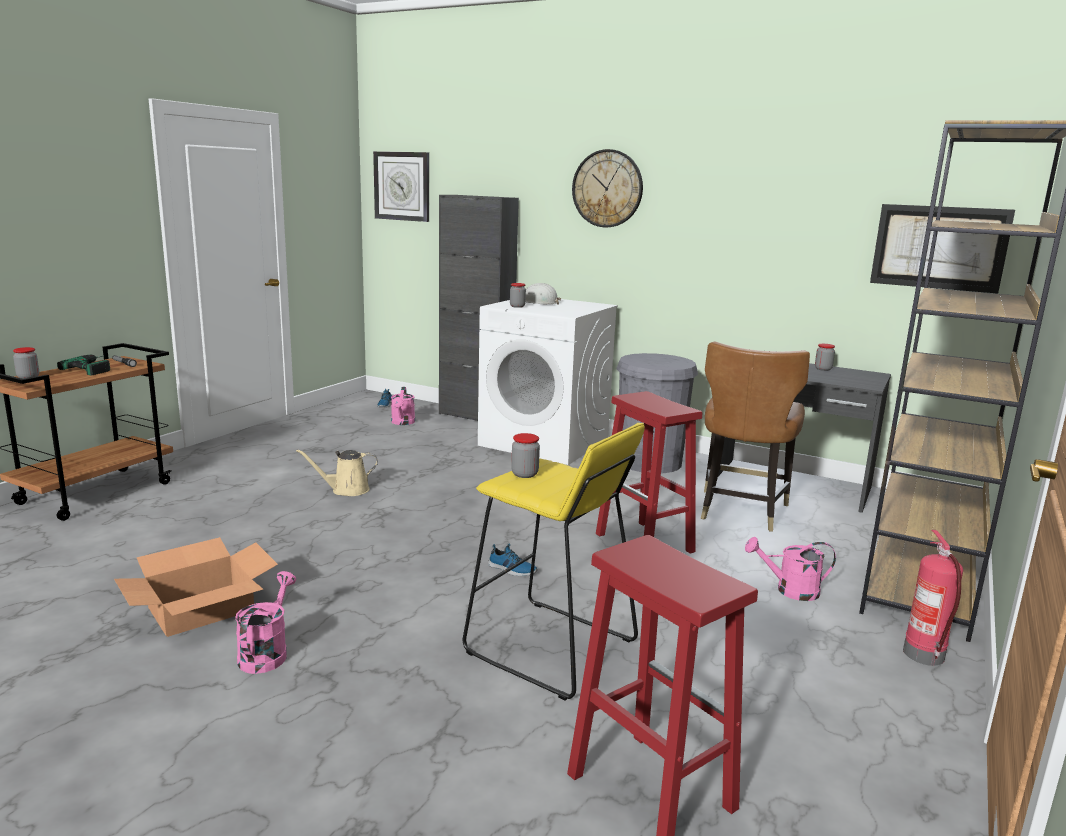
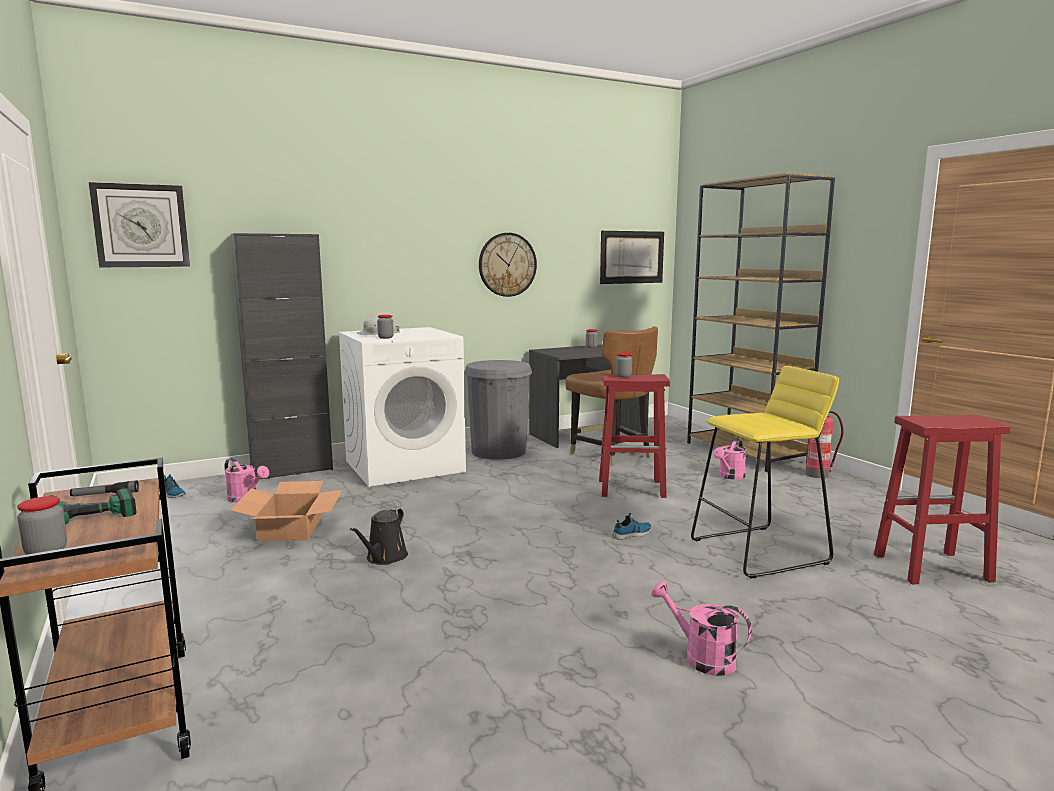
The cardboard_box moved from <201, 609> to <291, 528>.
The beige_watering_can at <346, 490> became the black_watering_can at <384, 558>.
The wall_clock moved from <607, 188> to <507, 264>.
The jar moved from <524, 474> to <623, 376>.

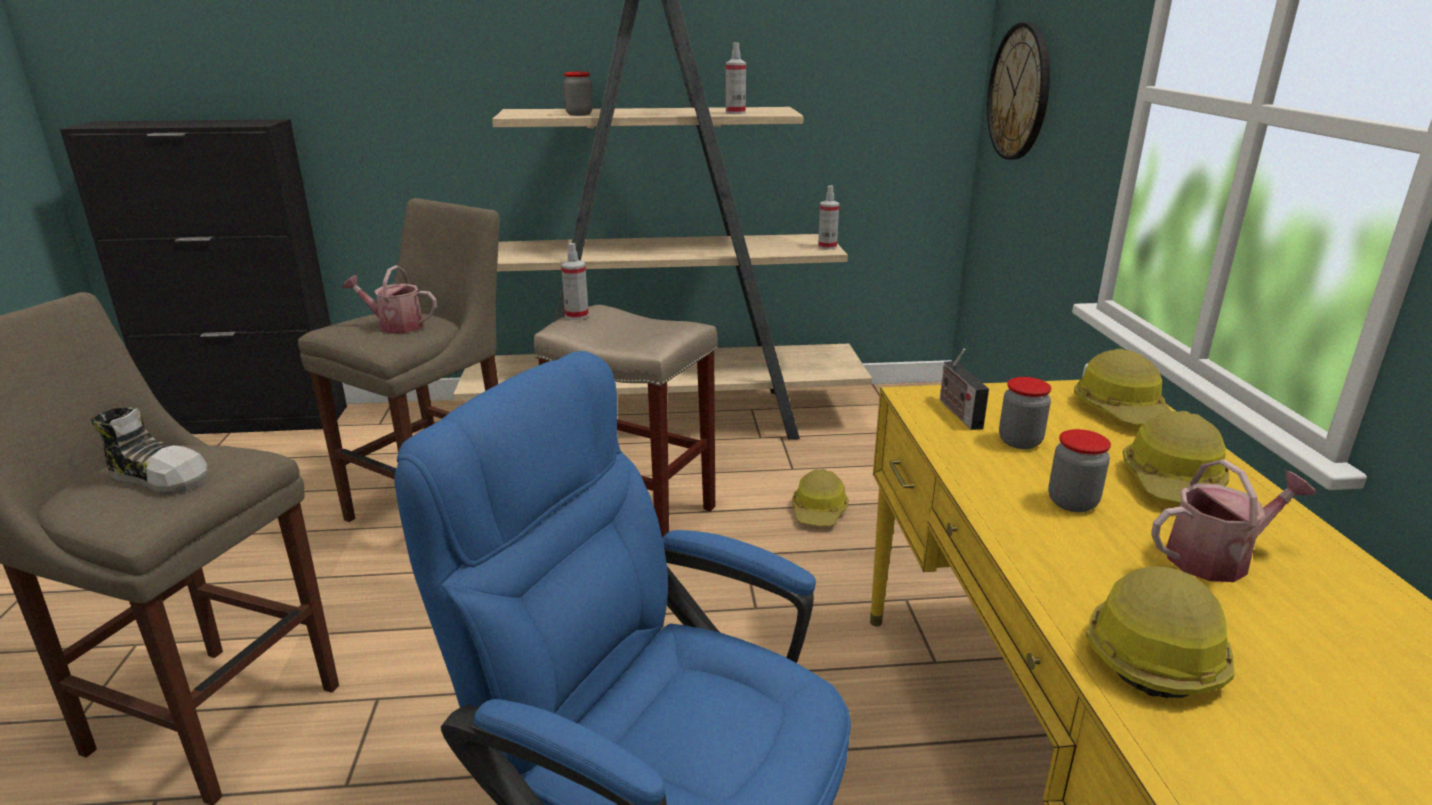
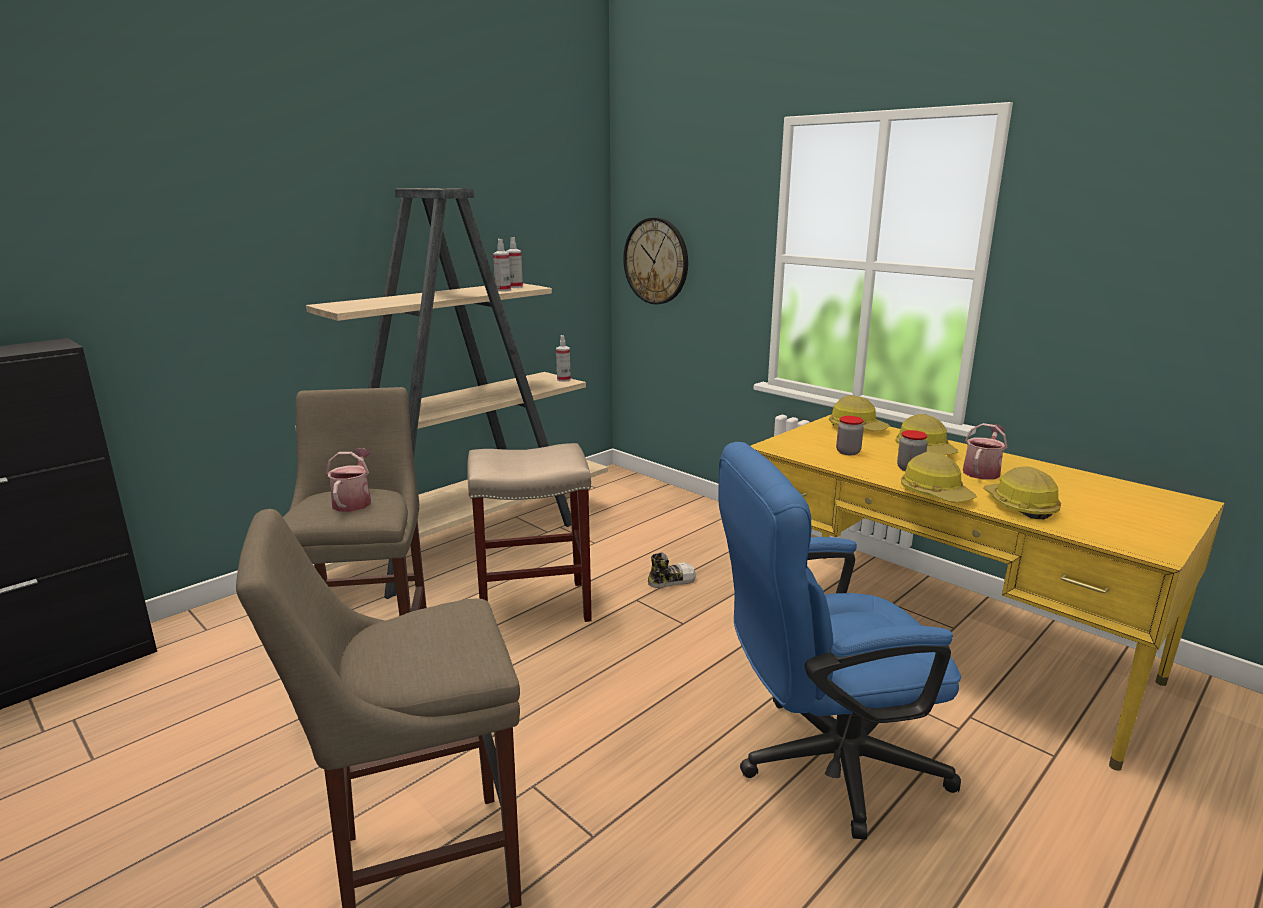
The watering_can at <395, 326> turned 120 degrees clockwise.
The spray_bottle moved from <576, 316> to <515, 287>.
The shoe moved from <160, 477> to <671, 581>.
The hard_hat moved from <819, 511> to <935, 494>.
The jar at <579, 114> disappeared.
The radio at <957, 412> disappeared.

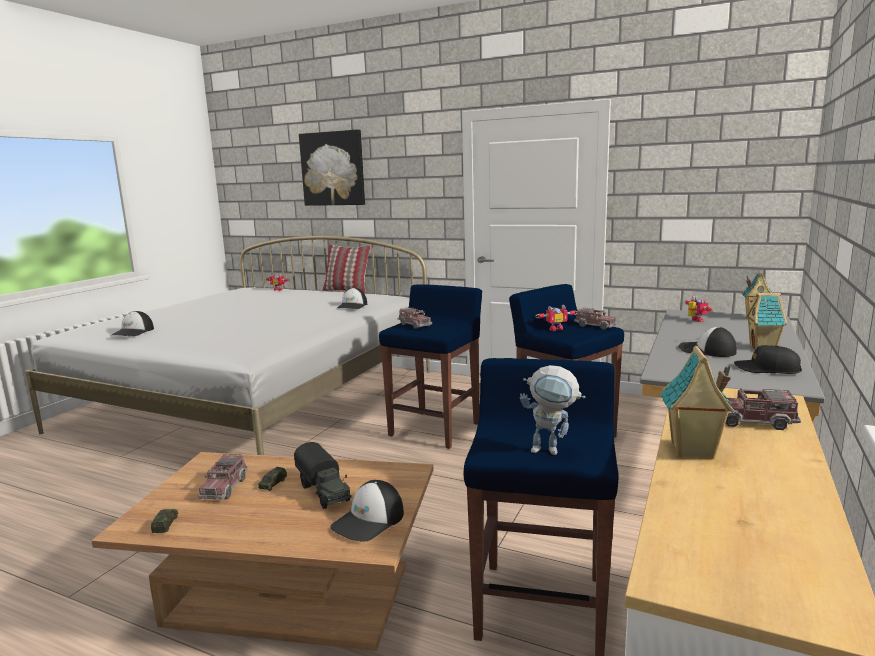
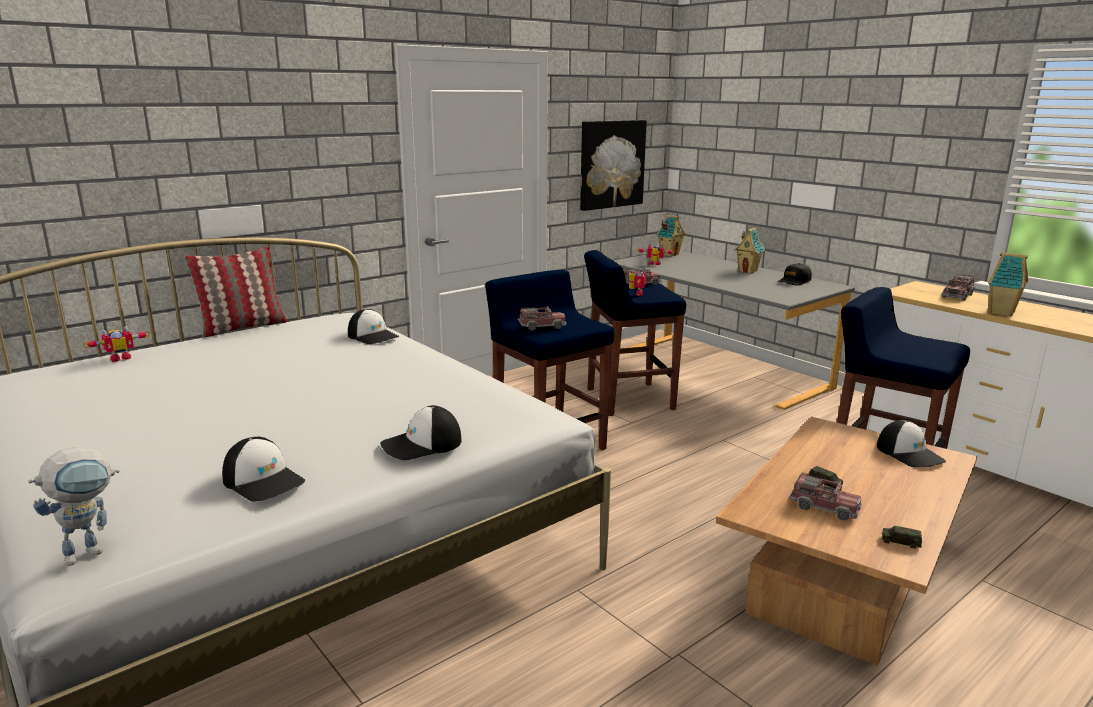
The toy_robot moved from <552, 450> to <92, 551>.
The cap moved from <706, 350> to <421, 445>.
The picture moved from <333, 169> to <611, 164>.
The toy_truck at <324, 491> disappeared.

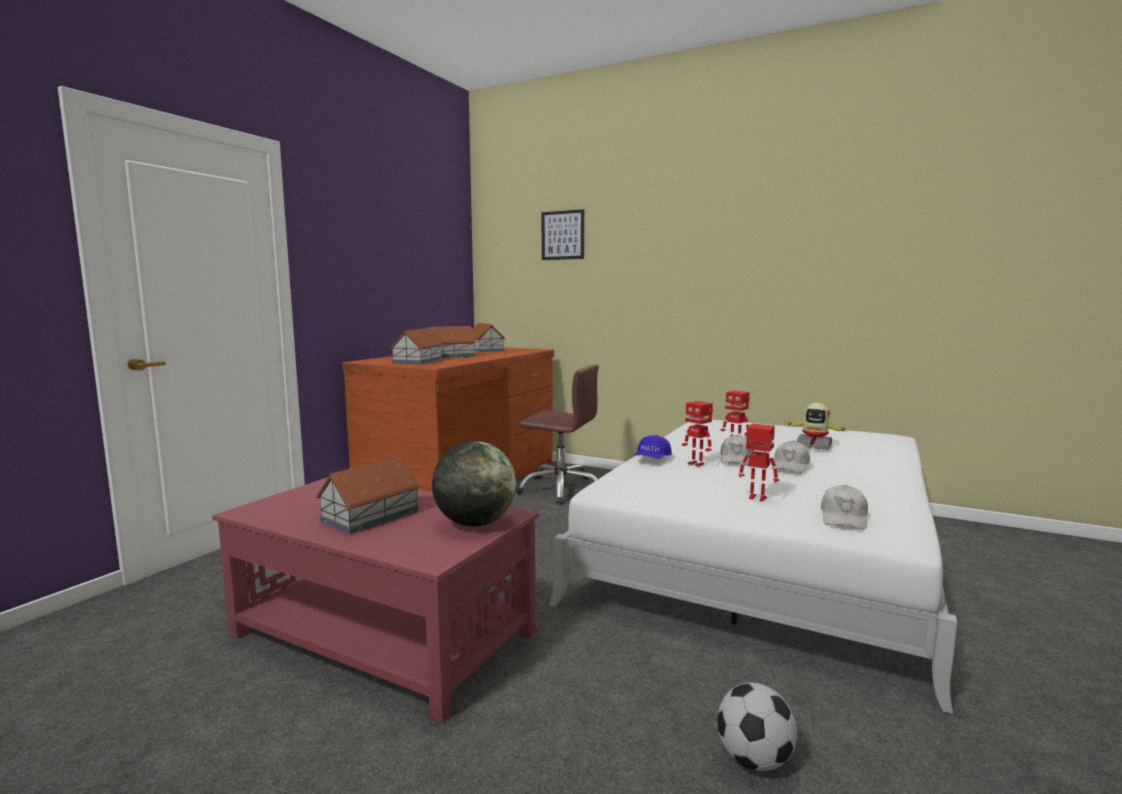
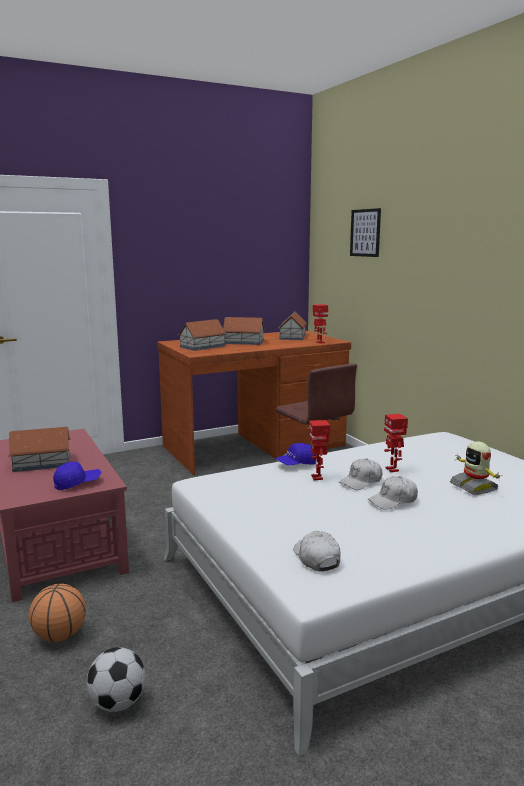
The basketball at <60, 635> appeared.
The globe at <475, 523> was replaced by the blue_cap at <77, 483>.
The white_cap at <844, 518> turned 105 degrees clockwise.
The toy_robot moved from <757, 498> to <319, 342>.

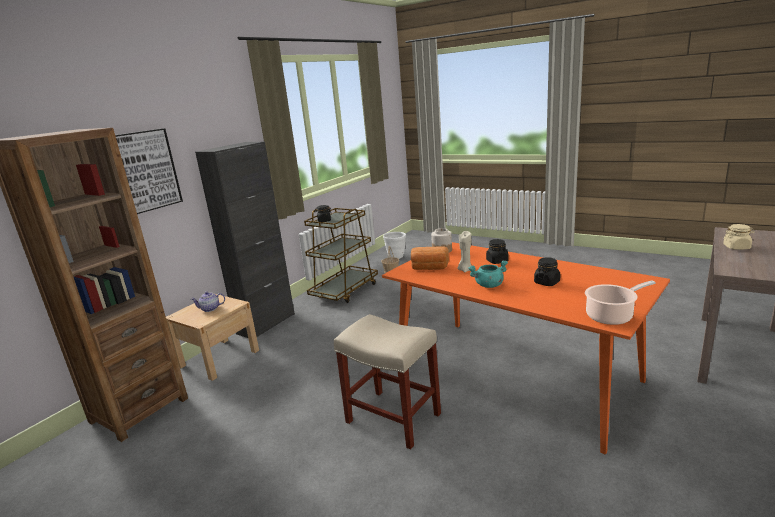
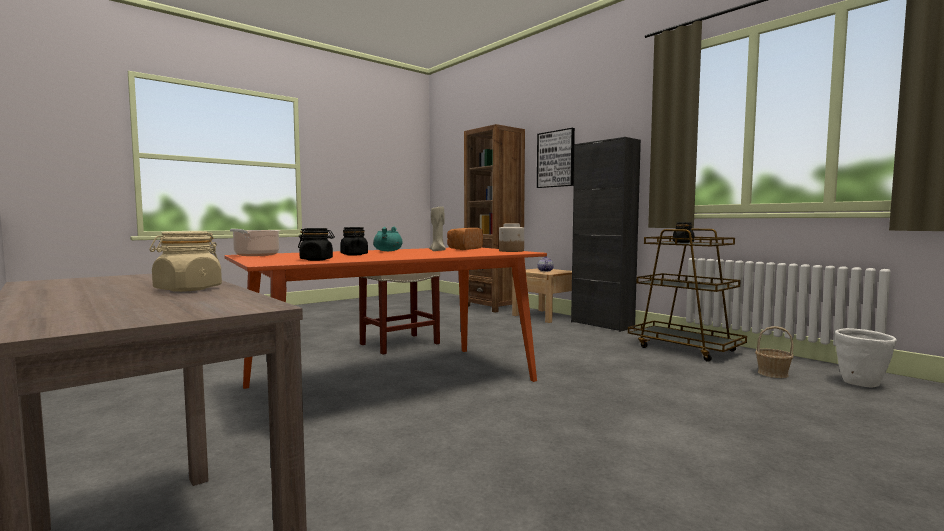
The black_jar moved from <497, 261> to <316, 260>.

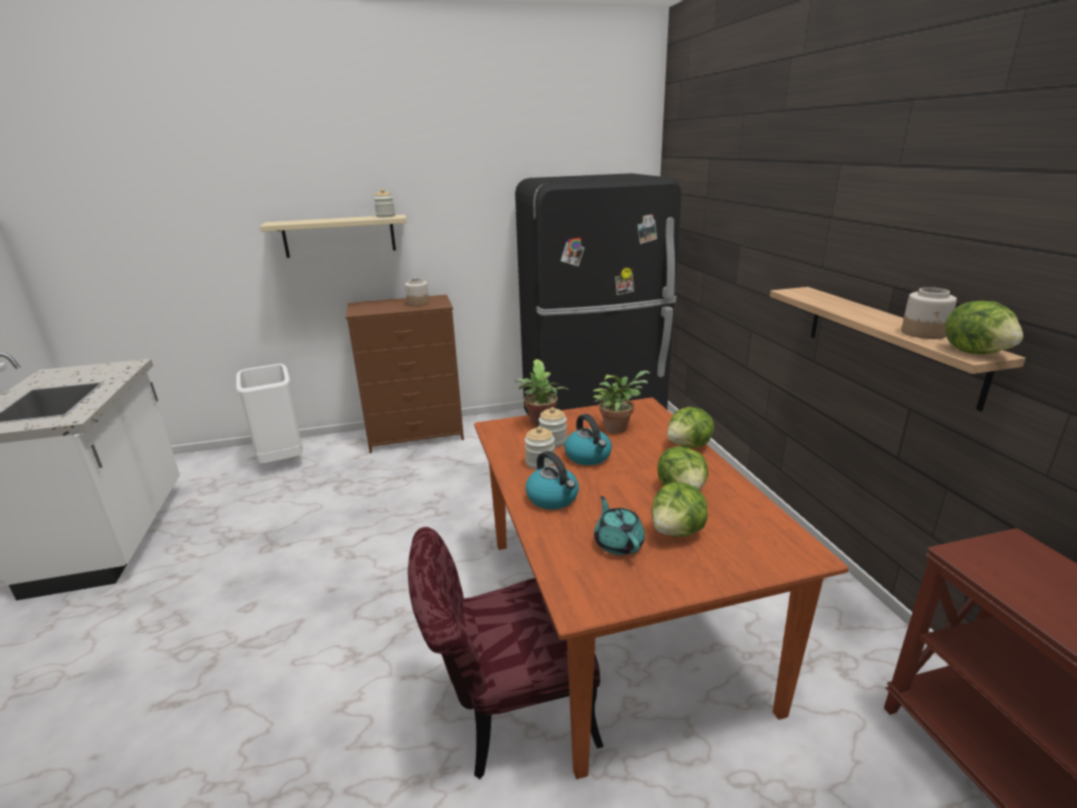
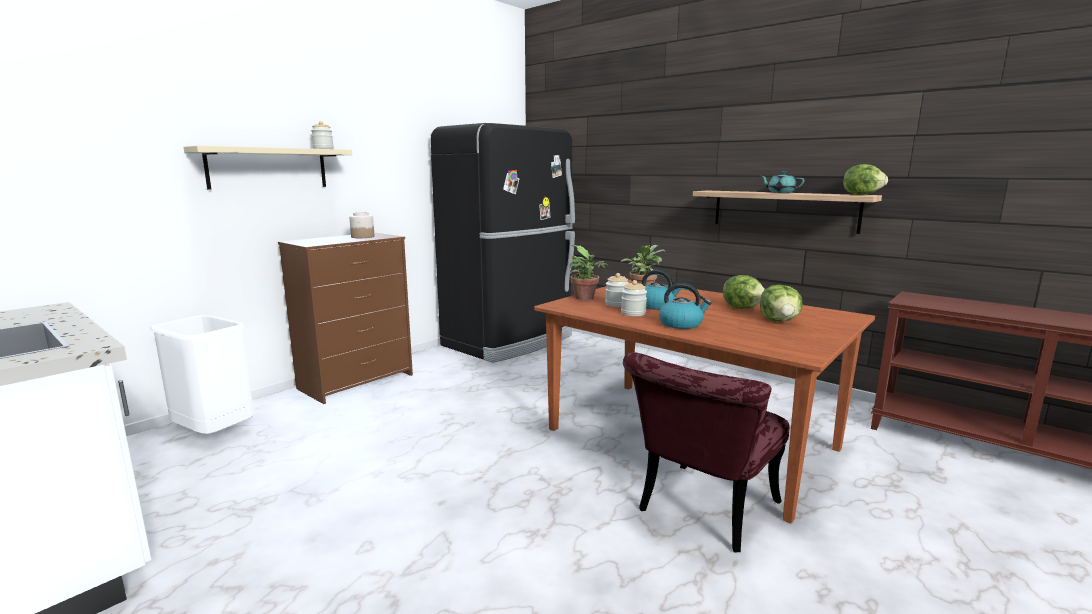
The turquoise_teapot moved from <618, 543> to <780, 192>.
The lettuce at <689, 446> disappeared.
The jar at <924, 333> disappeared.

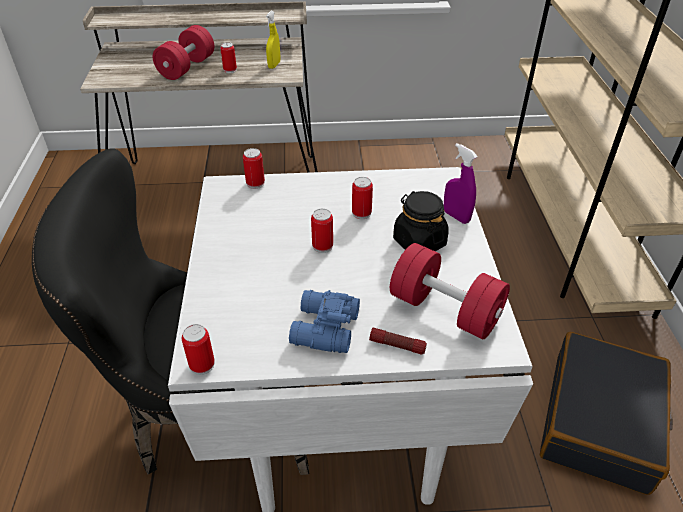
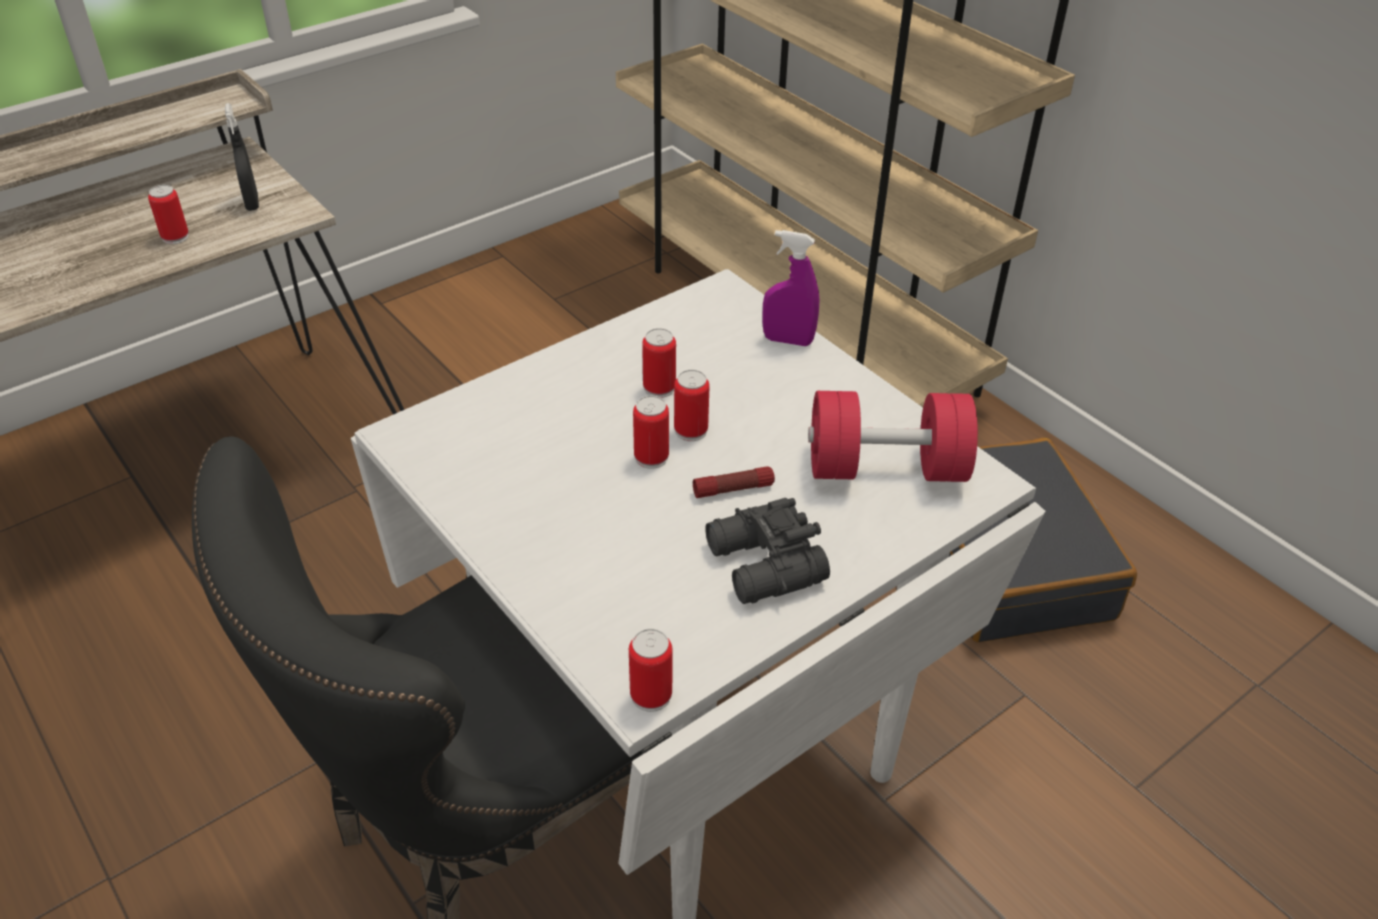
The yellow_spray_bottle at <274, 65> became the black_spray_bottle at <252, 202>.
The can moved from <255, 183> to <691, 430>.
The flashlight moved from <397, 345> to <733, 489>.
The blue_binoculars at <323, 329> became the black_binoculars at <763, 566>.
The red_dumbbell at <187, 67> disappeared.
The black_jar at <419, 242> disappeared.

